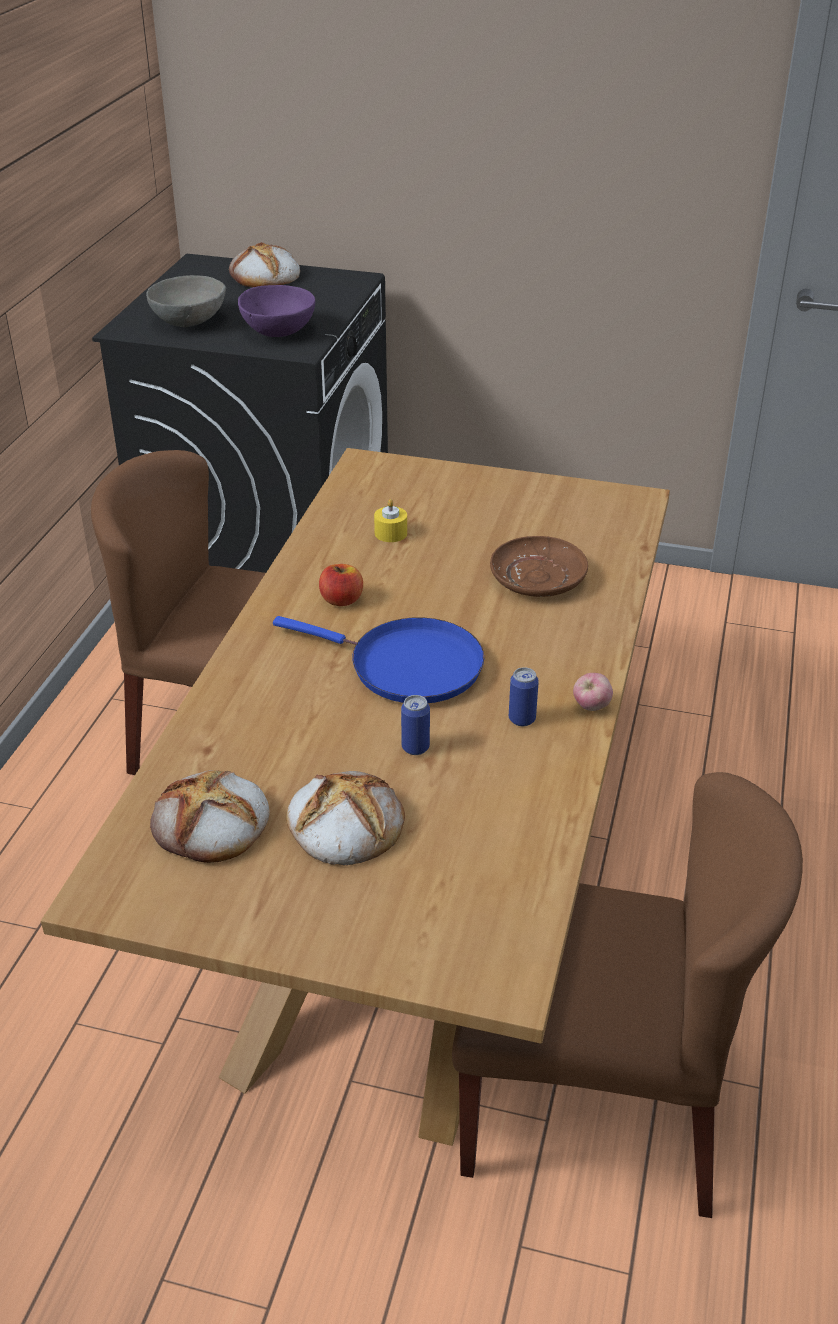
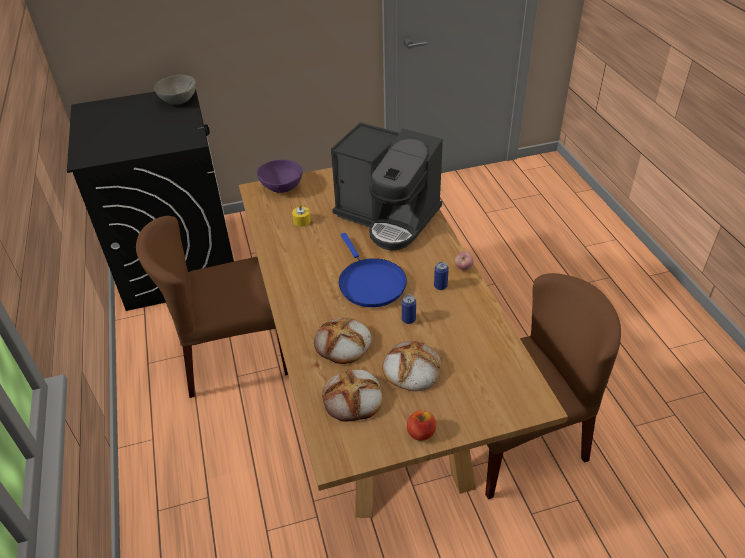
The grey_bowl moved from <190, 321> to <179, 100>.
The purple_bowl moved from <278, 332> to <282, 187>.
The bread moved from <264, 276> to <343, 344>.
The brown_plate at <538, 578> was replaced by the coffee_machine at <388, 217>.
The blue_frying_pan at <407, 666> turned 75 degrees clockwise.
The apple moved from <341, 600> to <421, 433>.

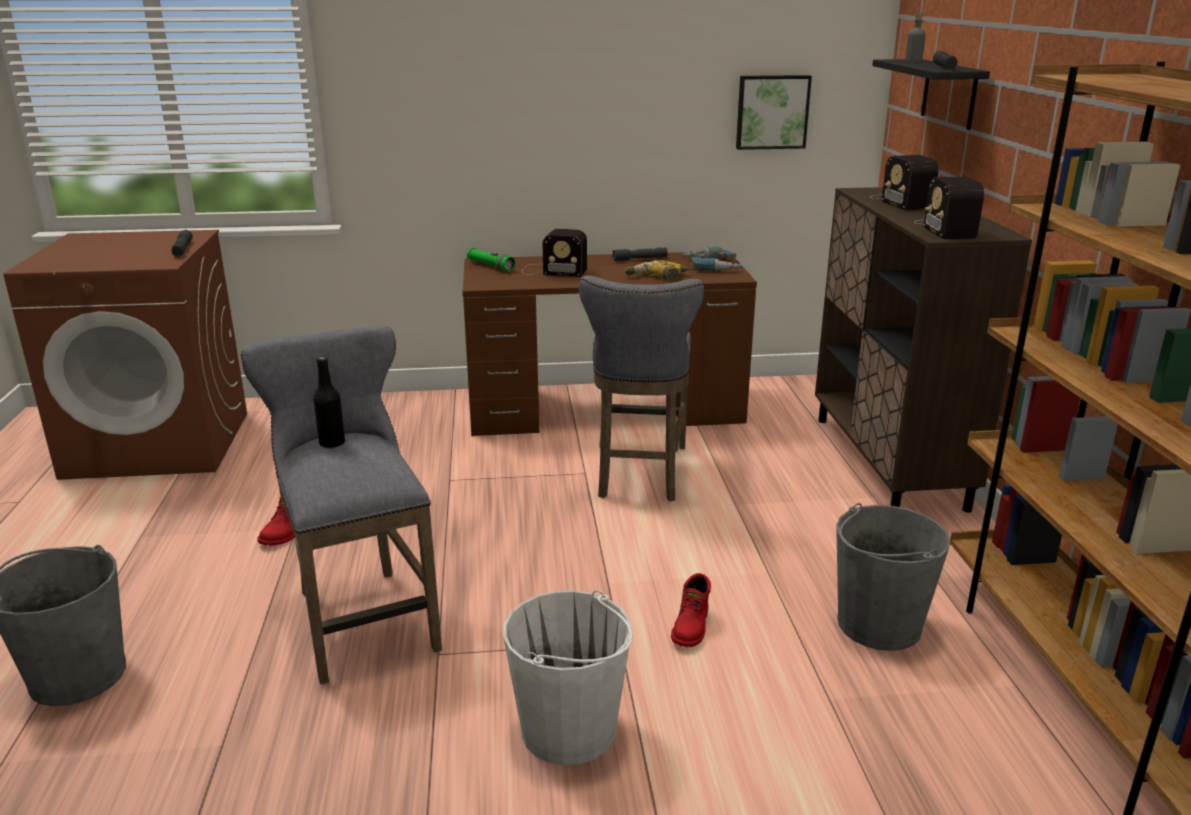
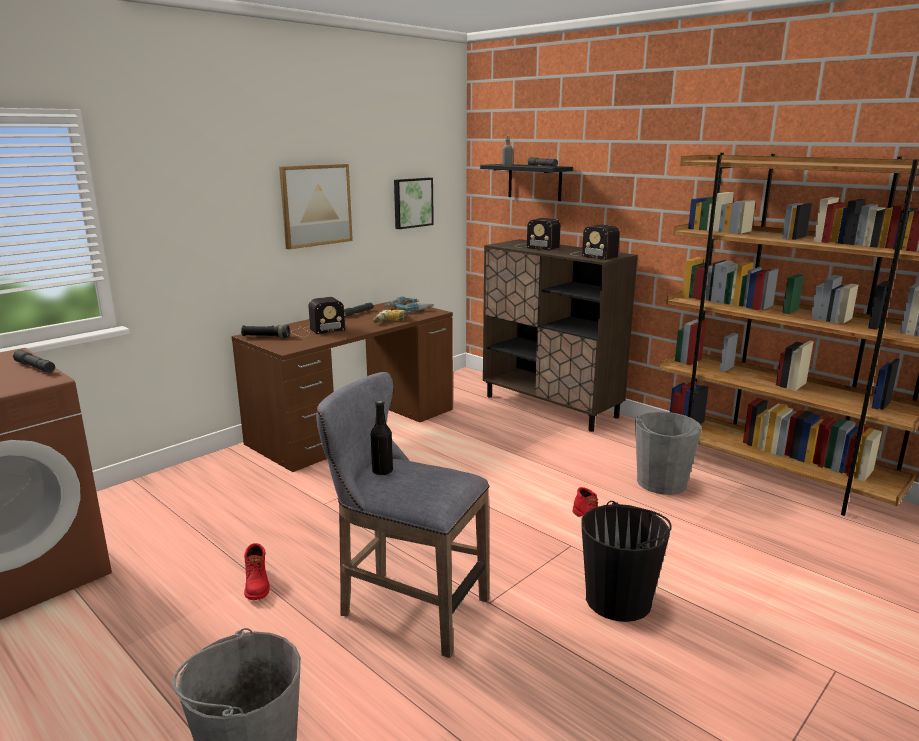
The green_flashlight at <491, 266> became the black_flashlight at <266, 337>.
The picture at <316, 205> appeared.
The white_bucket at <569, 730> became the black_bucket at <619, 600>.
The grey_stool at <639, 474> disappeared.

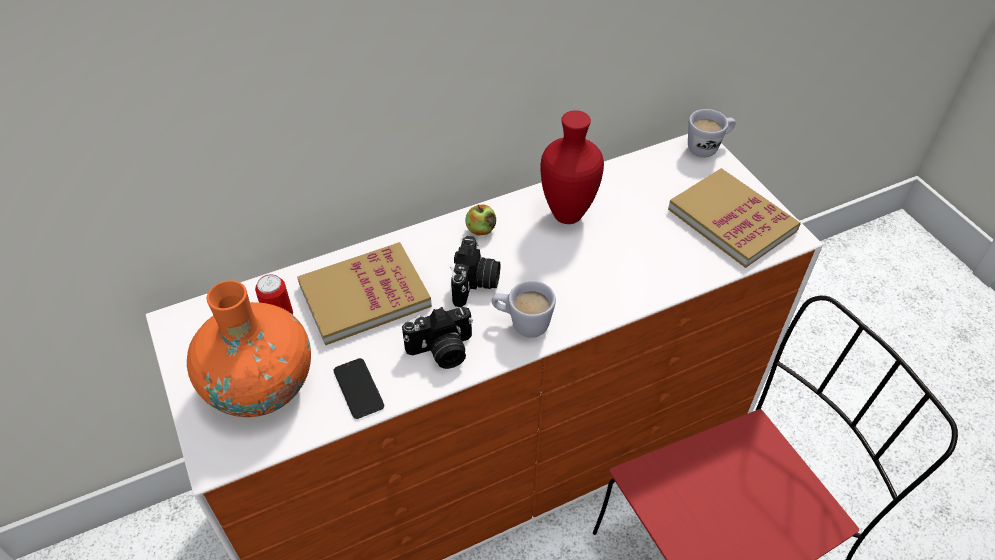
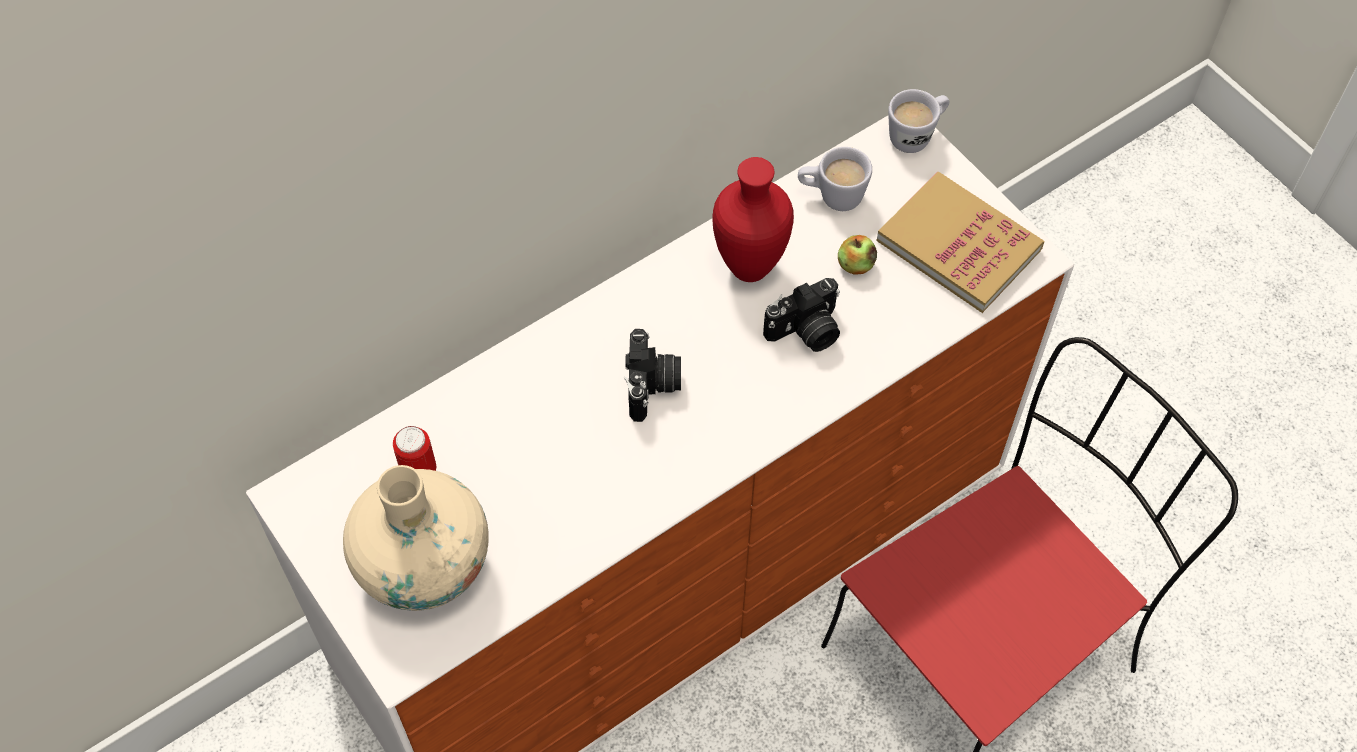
The orange_vase at <261, 386> became the beige_vase at <424, 564>.
The photo_camera moved from <442, 351> to <806, 332>.
The white_mug moved from <522, 323> to <831, 196>.
The apple moved from <481, 229> to <855, 265>.
The book at <364, 295> disappeared.
The phone at <358, 389> disappeared.

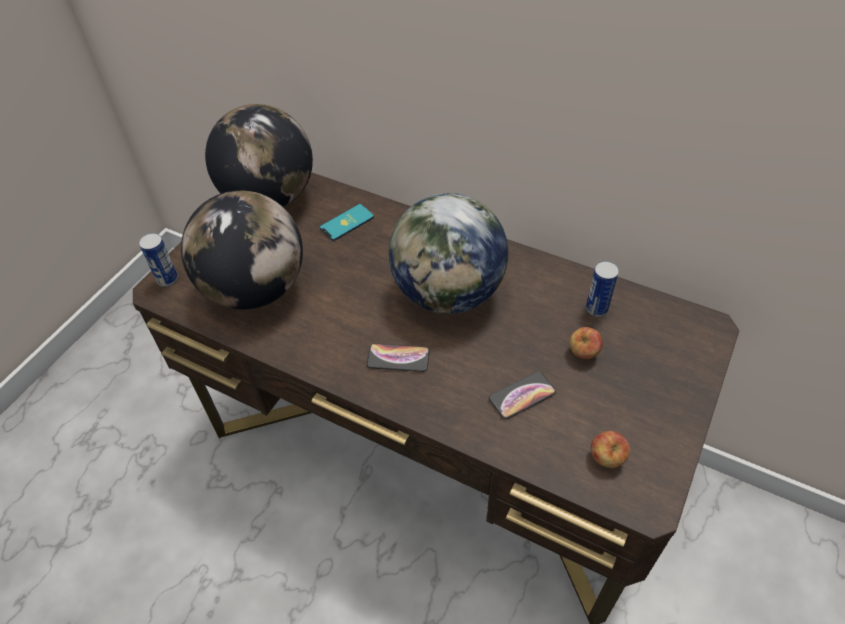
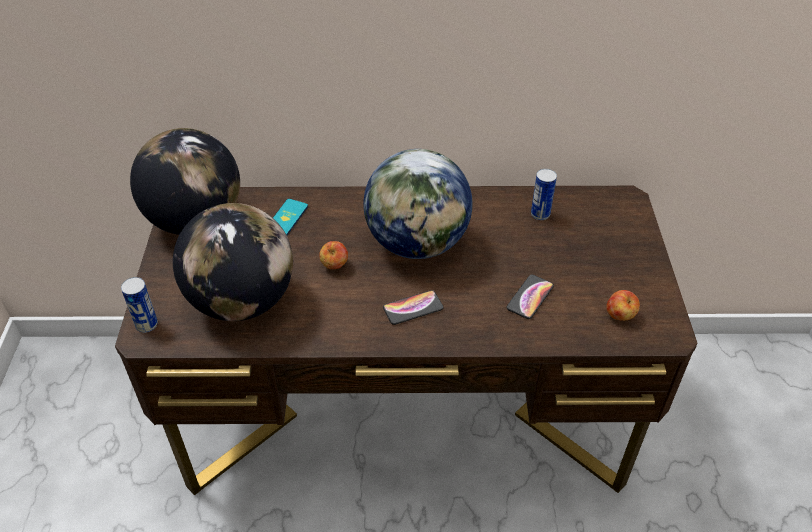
The apple moved from <583, 353> to <334, 265>.

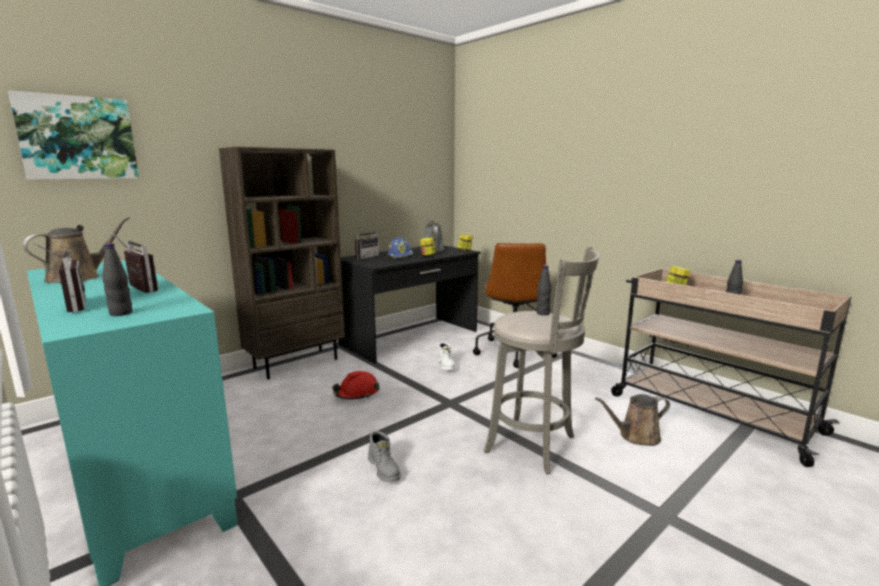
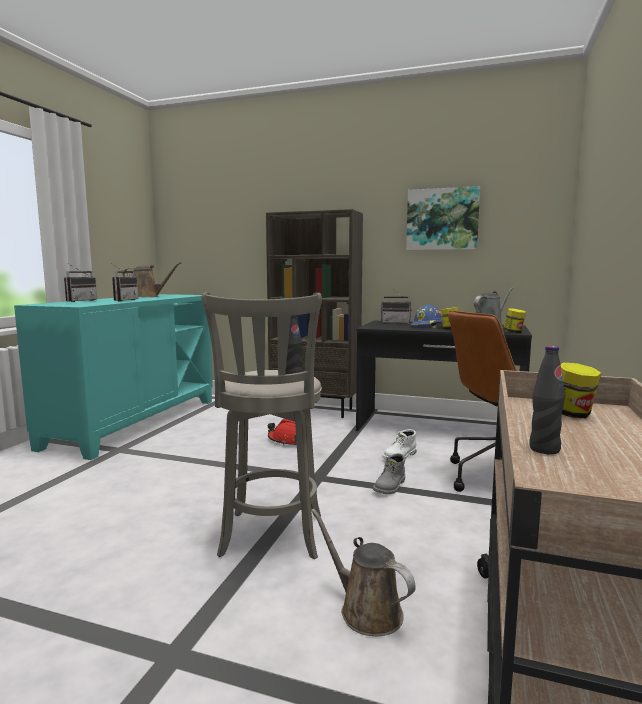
The grey_boot moved from <384, 469> to <390, 487>.
The picture moved from <78, 138> to <442, 219>.
The black_bottle at <121, 313> disappeared.

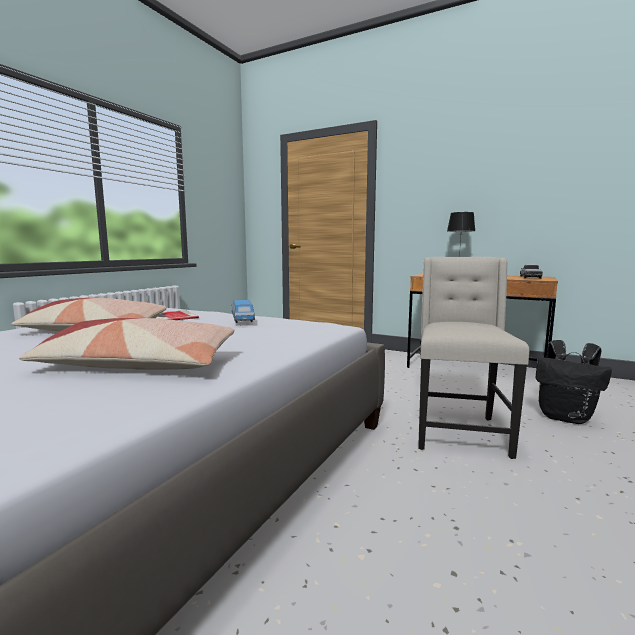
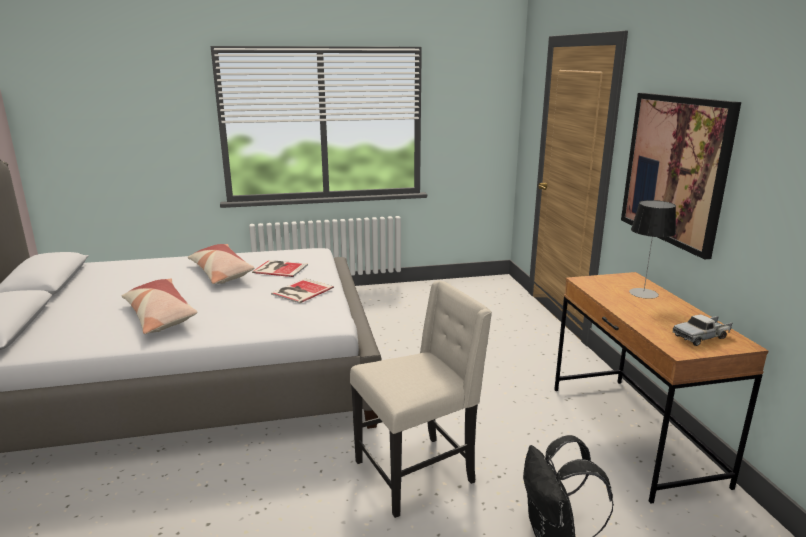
The toy_car at <242, 320> was replaced by the book at <300, 291>.
The picture at <675, 170> appeared.

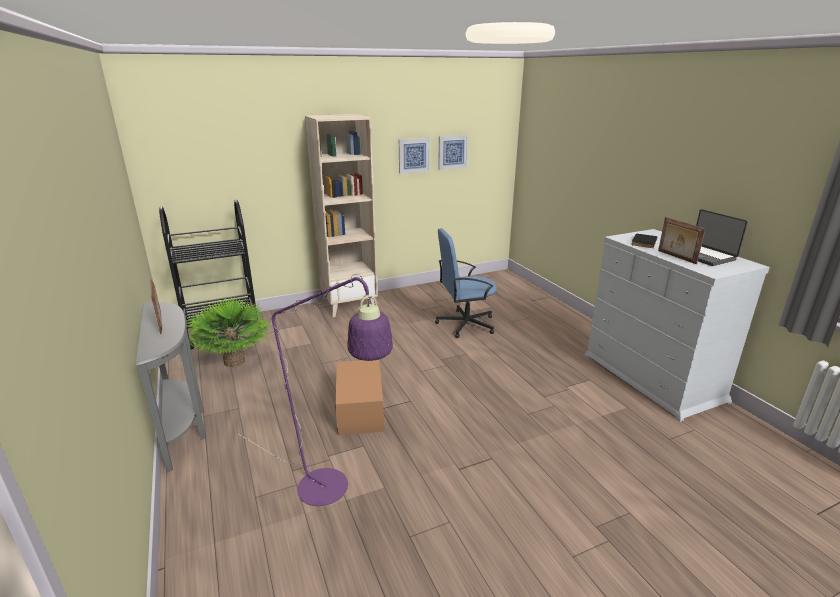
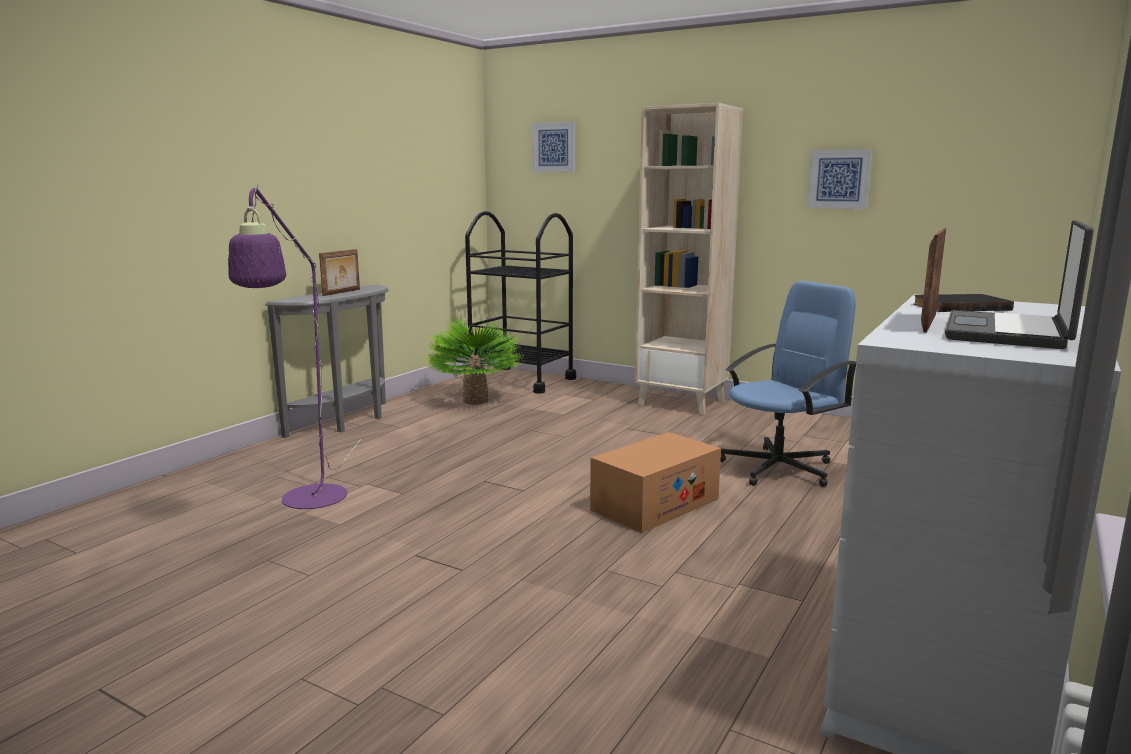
The picture moved from <452, 152> to <554, 147>.
The cardboard_box moved from <360, 409> to <655, 504>.
The blue_office_chair at <465, 324> turned 105 degrees clockwise.

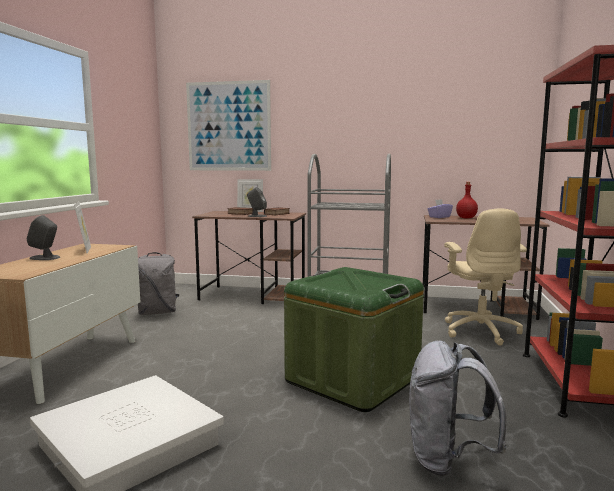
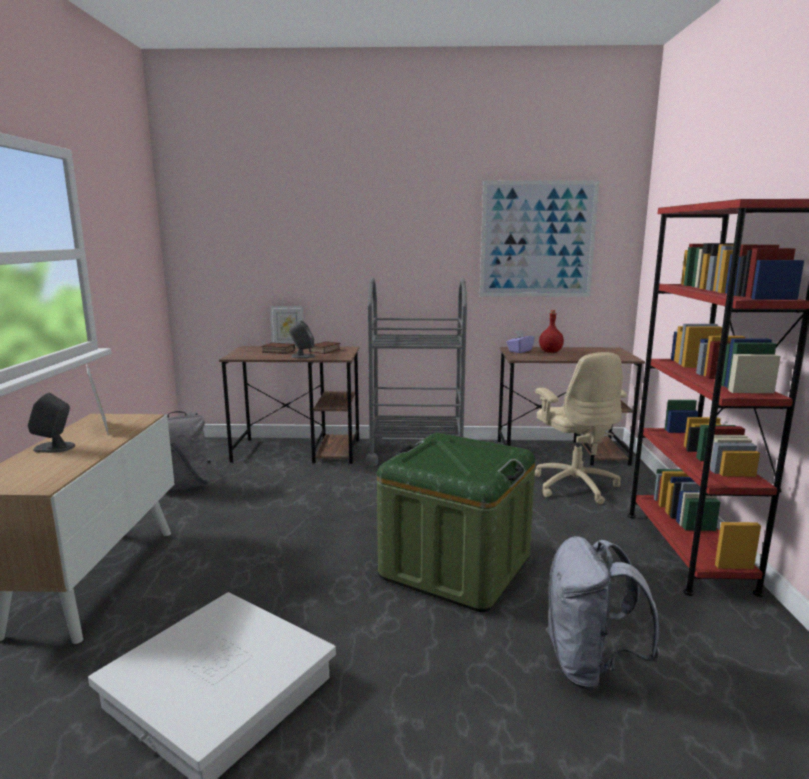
The picture moved from <228, 126> to <537, 239>.

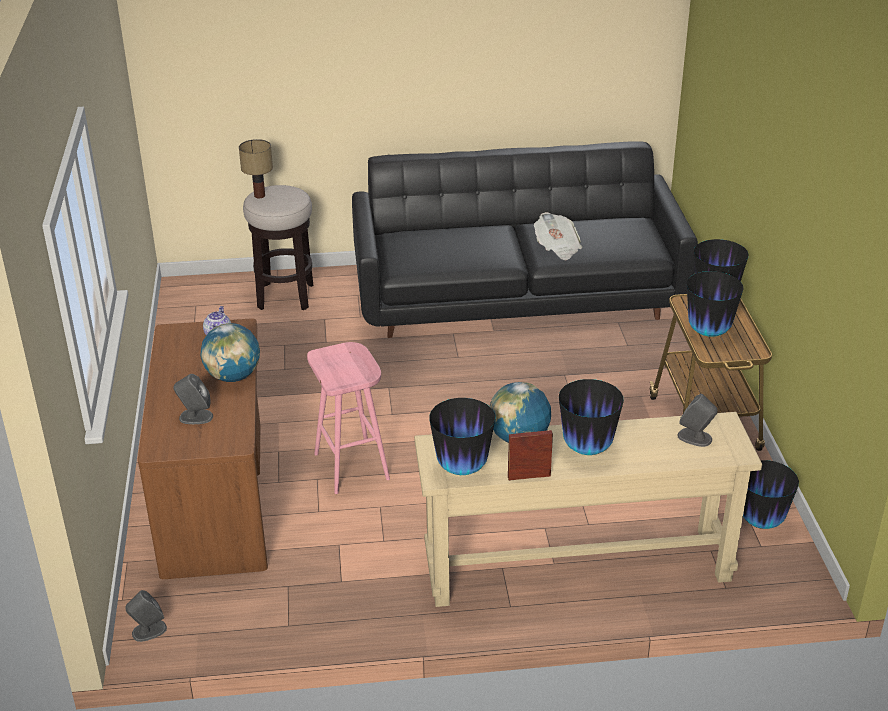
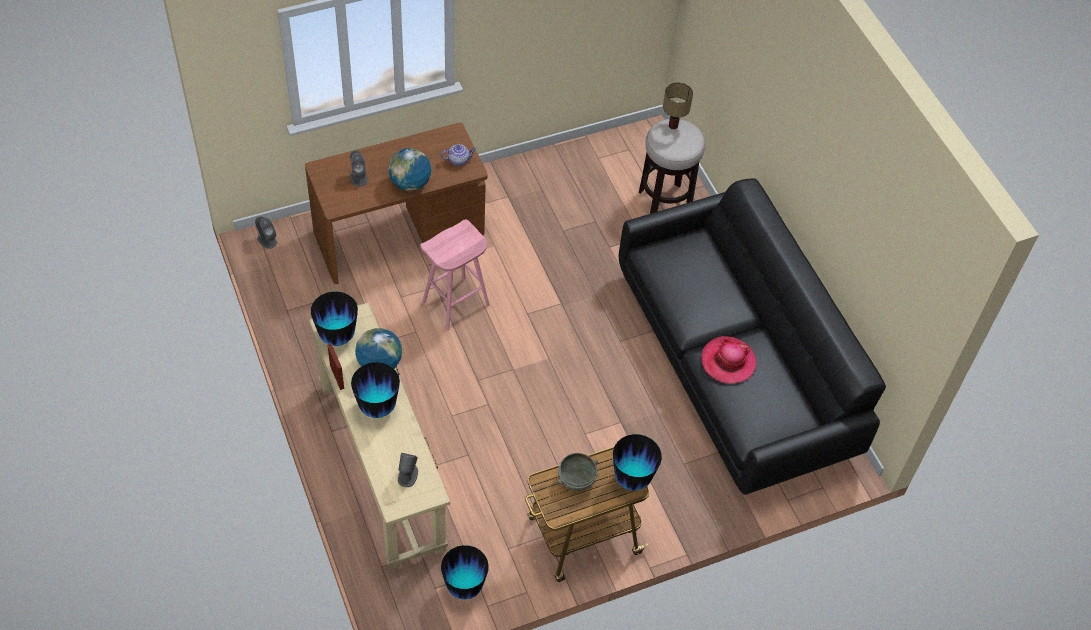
The vase at <708, 332> was replaced by the grey_bowl at <576, 479>.
The newspaper at <557, 248> was replaced by the hat at <728, 361>.

